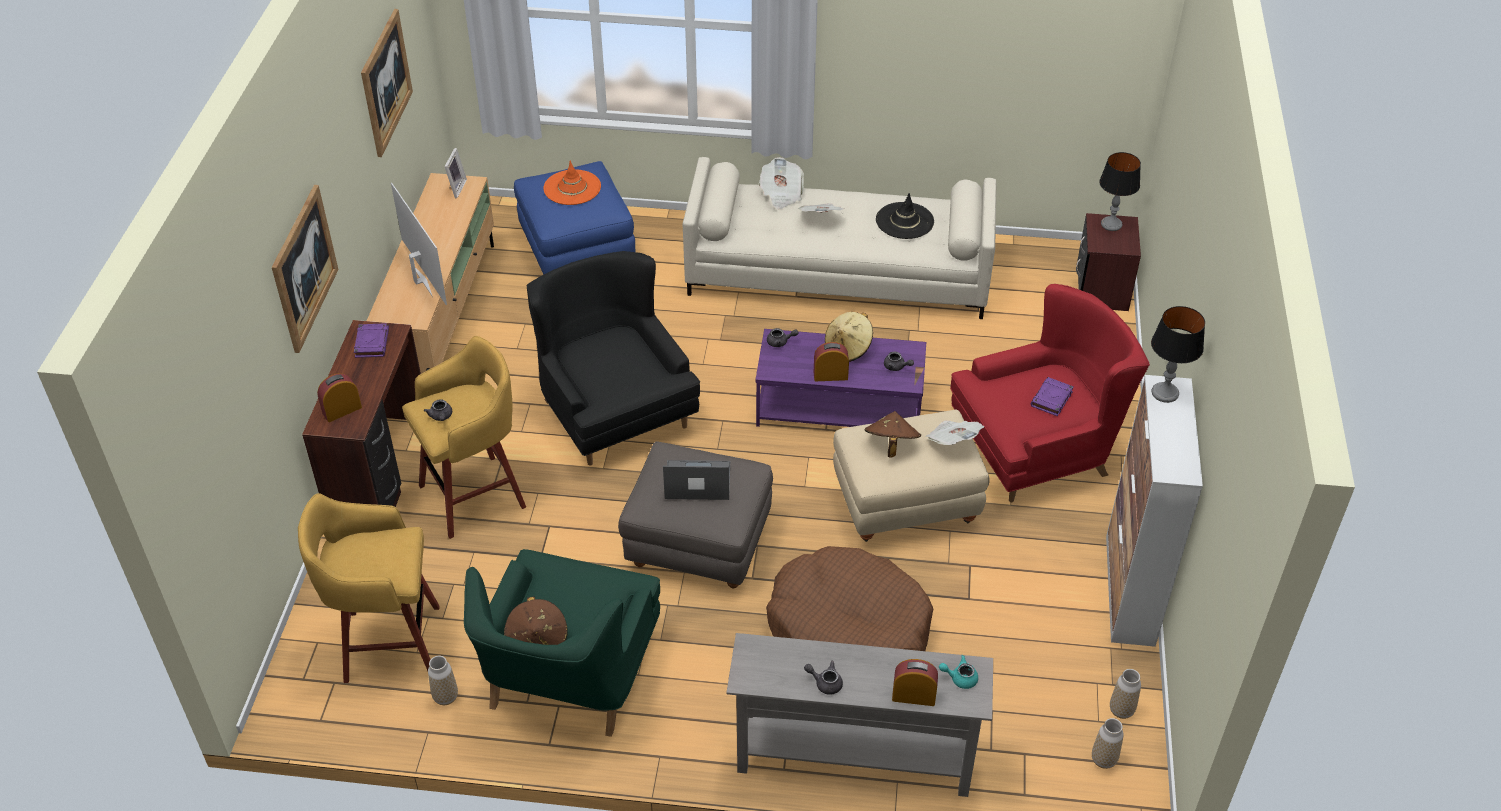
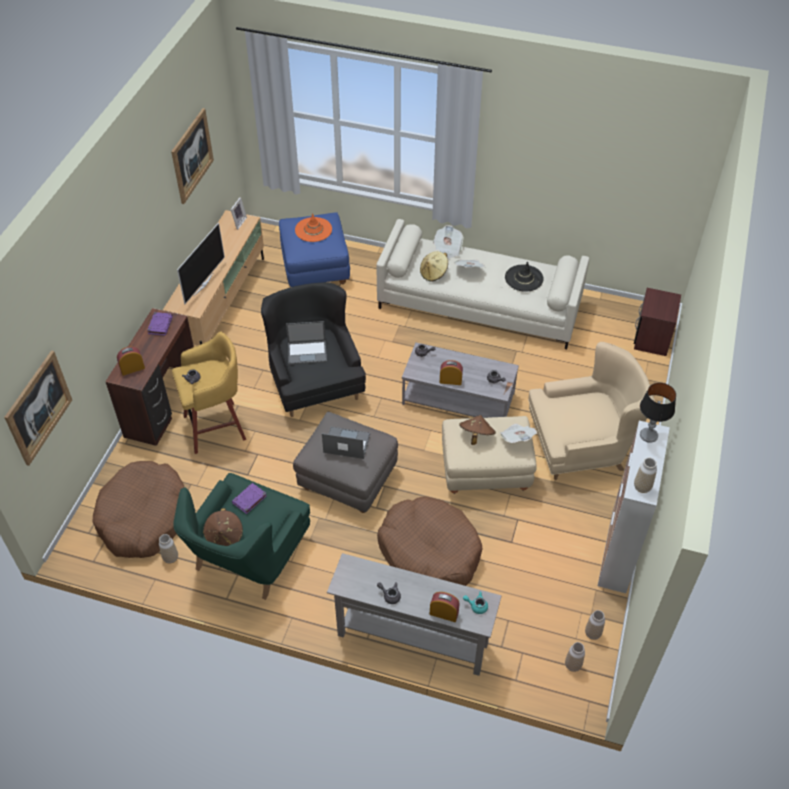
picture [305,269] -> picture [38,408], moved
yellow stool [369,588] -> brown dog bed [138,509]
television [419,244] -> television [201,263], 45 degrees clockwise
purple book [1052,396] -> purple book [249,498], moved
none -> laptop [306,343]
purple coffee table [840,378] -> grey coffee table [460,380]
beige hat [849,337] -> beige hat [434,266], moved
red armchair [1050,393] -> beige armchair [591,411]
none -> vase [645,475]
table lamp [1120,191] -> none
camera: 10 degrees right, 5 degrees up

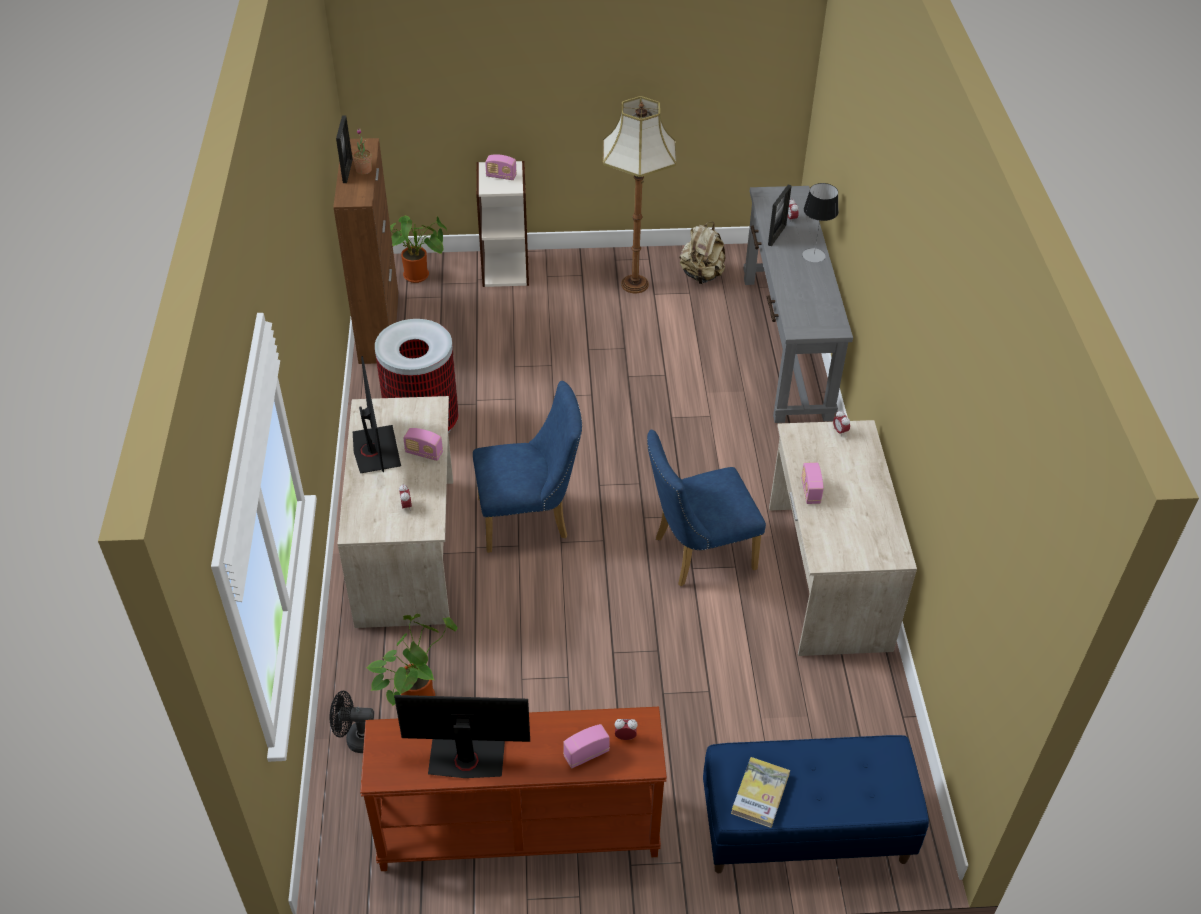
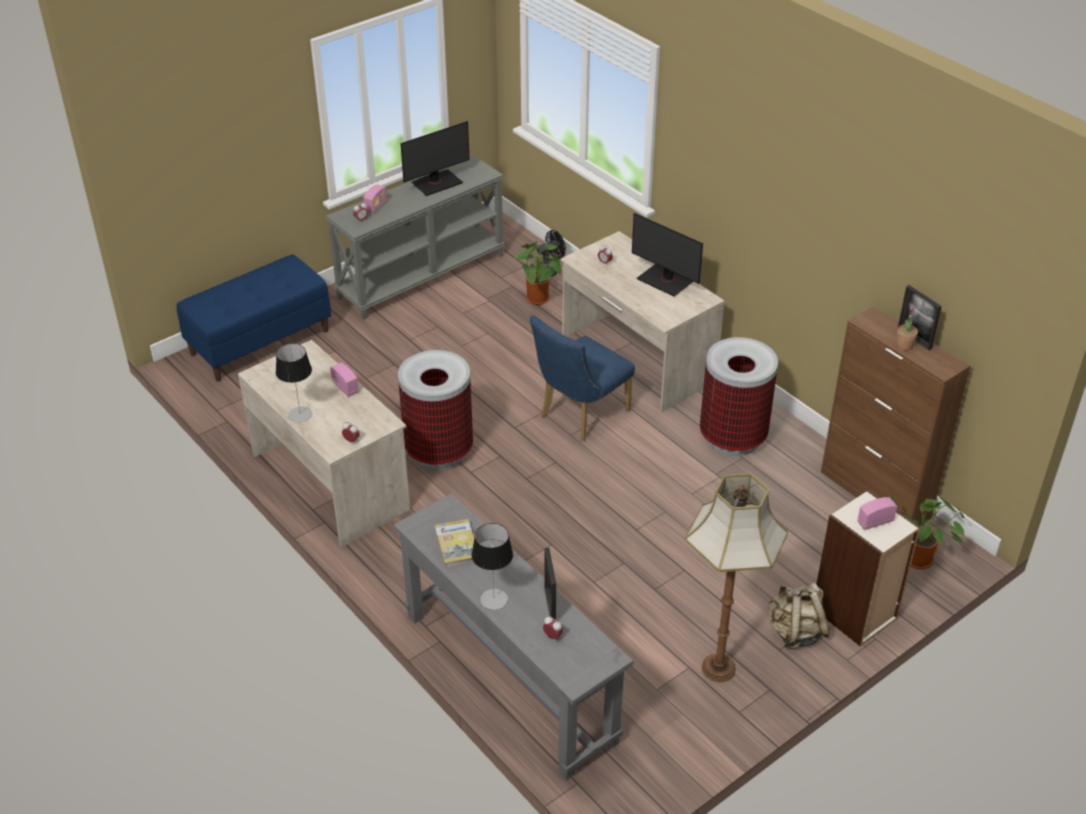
none -> table lamp [294,382]
brown console table [513,789] -> grey console table [415,237]
blue chair [706,508] -> trash can [435,410]
book [760,792] -> book [454,543], moved
beige backpack [702,253] -> beige backpack [799,616], moved
radio [423,444] -> none
camera: 145 degrees right, 5 degrees down

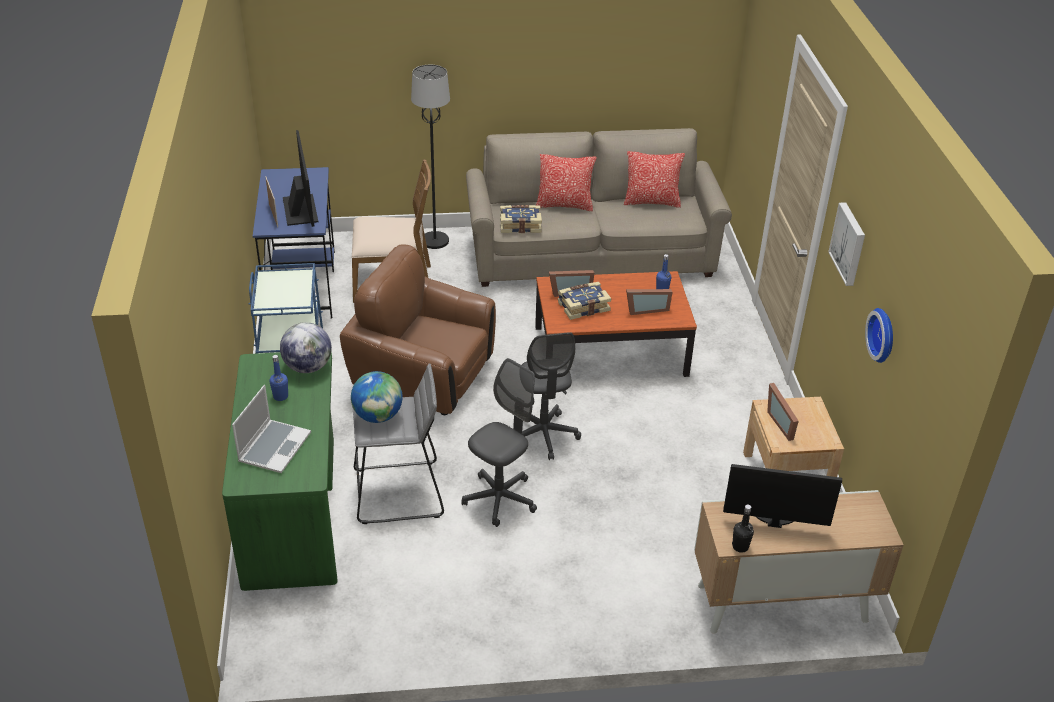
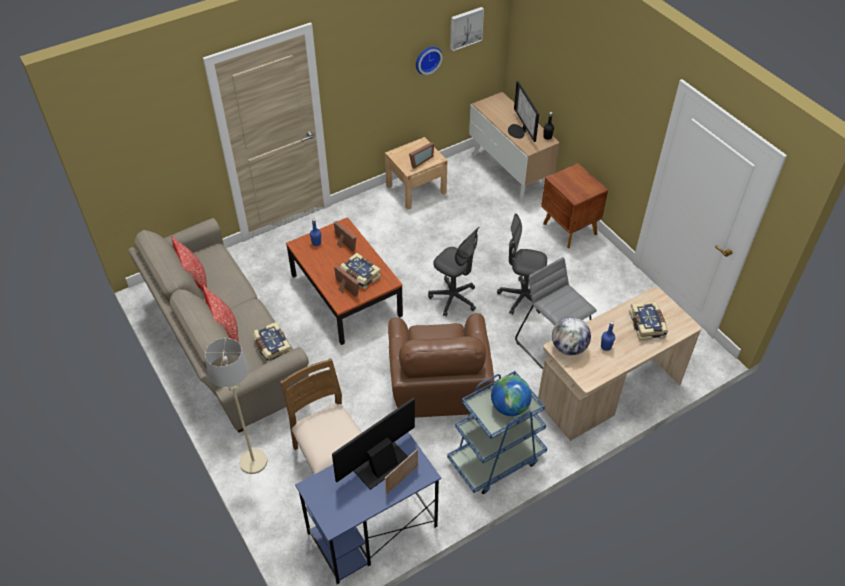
black floor lamp [430,157] -> beige floor lamp [236,406]
grey office chair [551,396] -> grey office chair [453,272], 75 degrees clockwise
picture [846,244] -> picture [467,29], moved
globe [377,397] -> globe [511,395], moved
green desk [280,471] -> beige desk [620,363]
none -> brown nightstand [574,205]
laptop [271,429] -> book [648,321]
camera: 115 degrees left, 10 degrees up

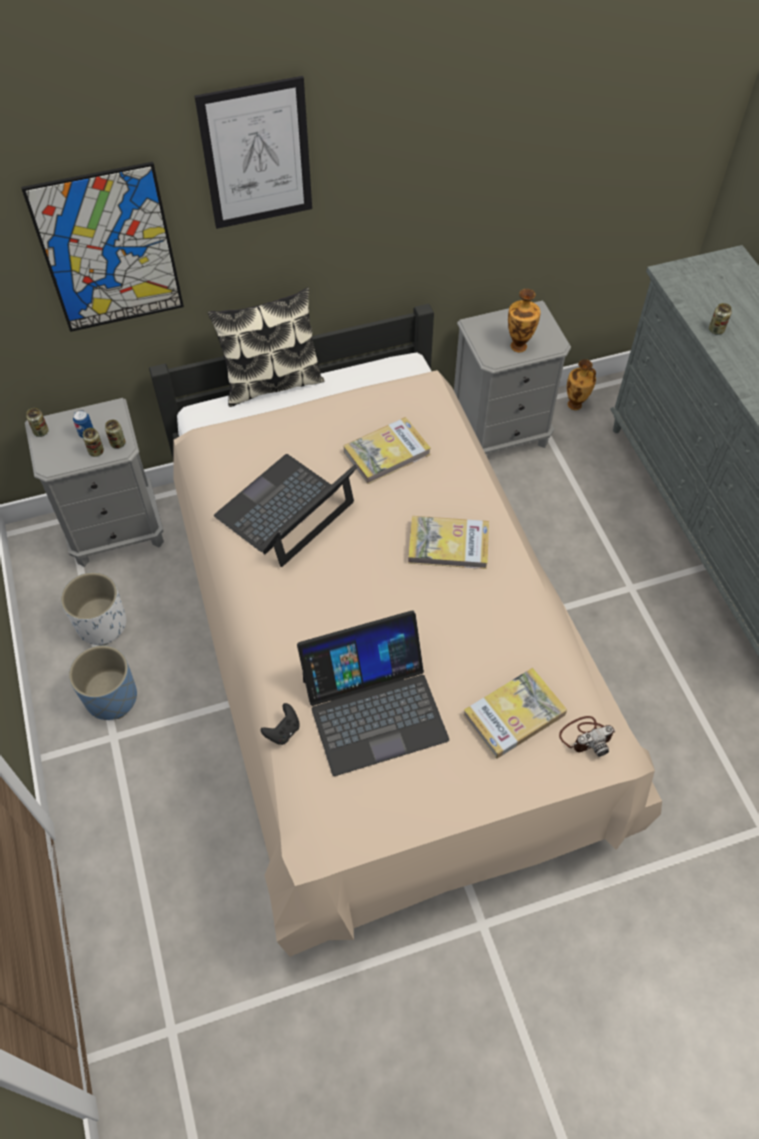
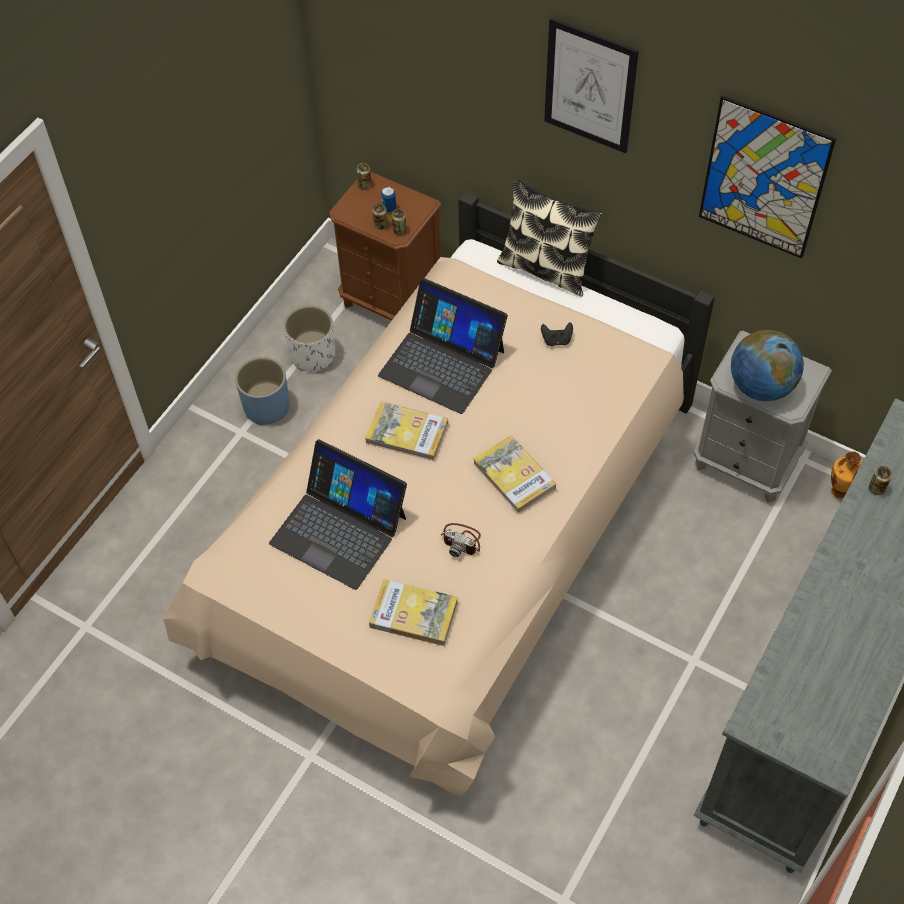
grey nightstand [94,482] -> brown nightstand [385,246]
book [387,450] -> book [406,431], moved
laptop [285,510] -> laptop [443,346], 150 degrees counterclockwise
photo camera [587,736] -> photo camera [461,540], moved
black game controller [280,724] -> black game controller [557,334], moved
picture [102,247] -> picture [767,176], moved
vase [524,320] -> globe [767,365]
camera: 50 degrees right, 0 degrees up

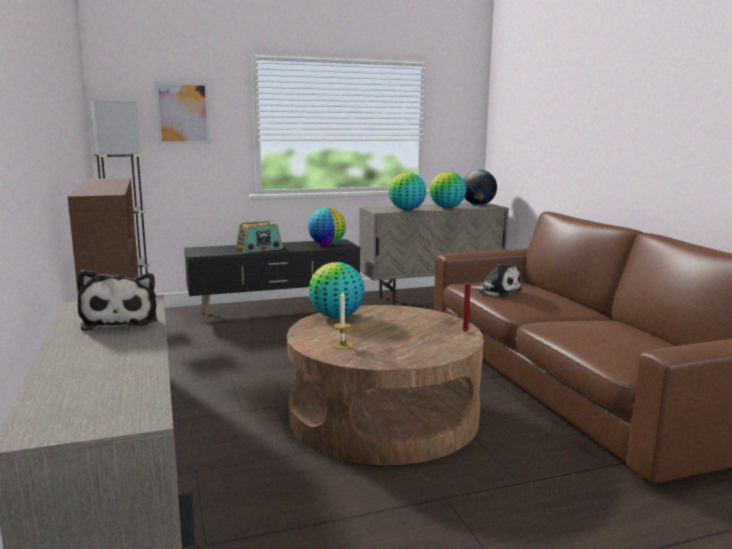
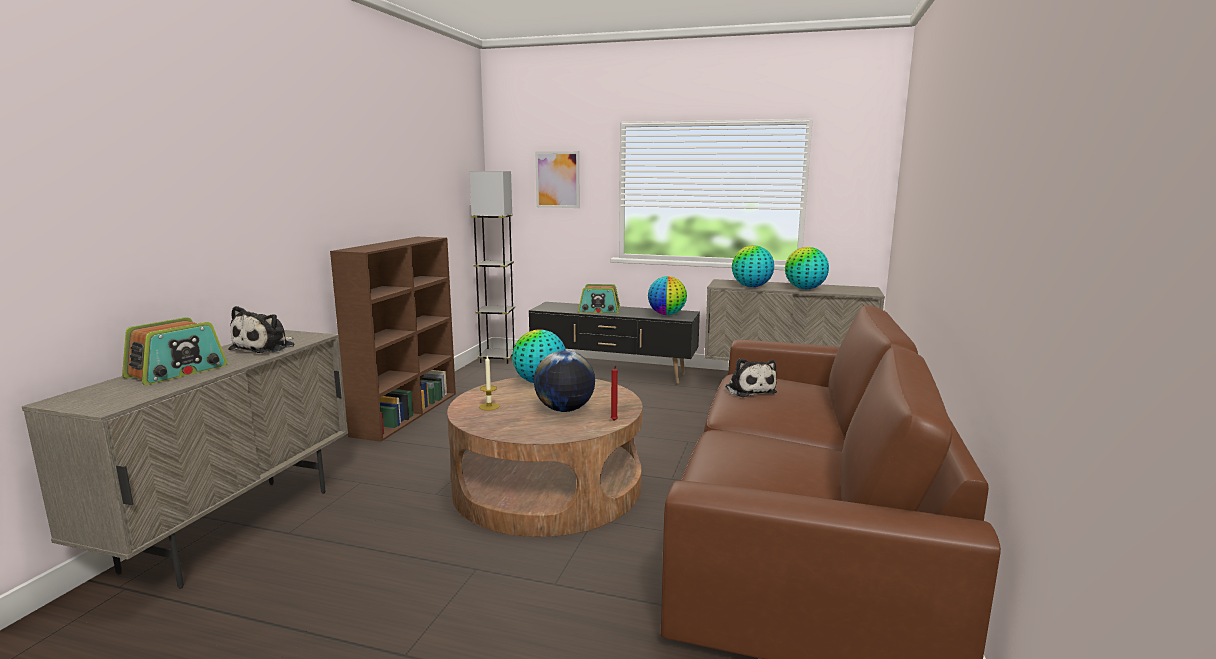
none -> radio [174,351]
globe [480,187] -> globe [564,381], moved
camera: 35 degrees right, 0 degrees up

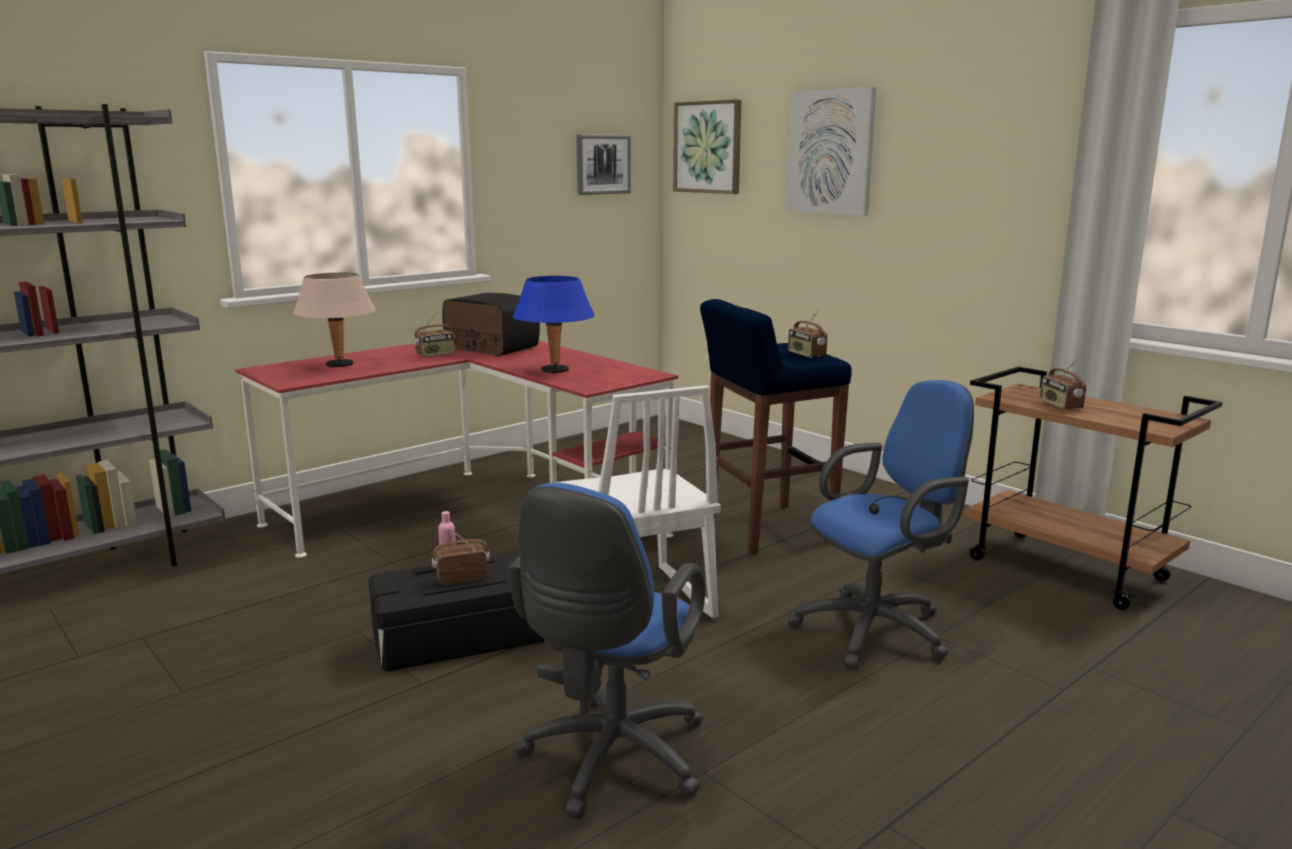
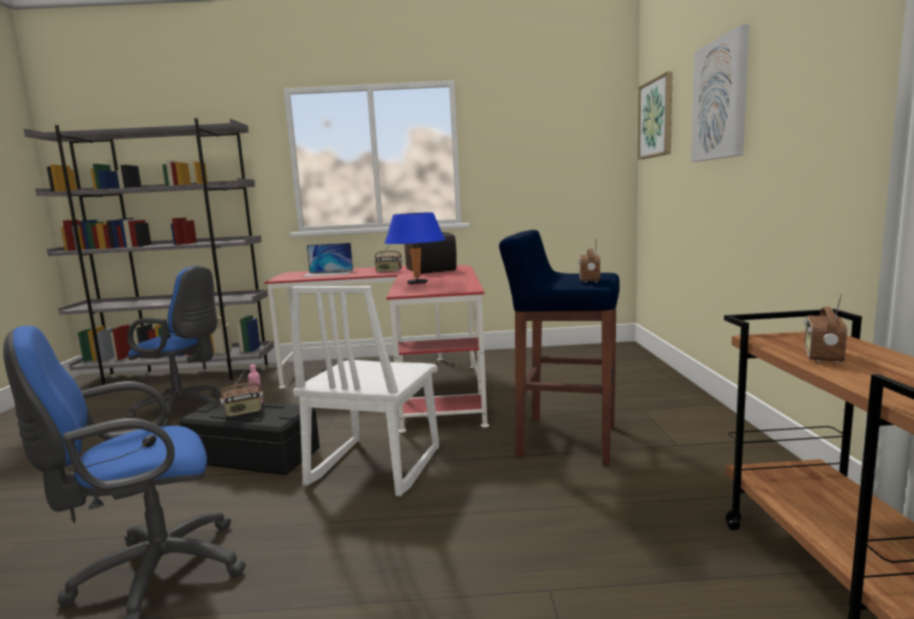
blue office chair [881,525] -> blue office chair [173,346], moved
radio [461,557] -> radio [241,394], 135 degrees clockwise
beige table lamp [334,320] -> laptop [327,260]
picture [604,164] -> none
camera: 40 degrees right, 5 degrees down

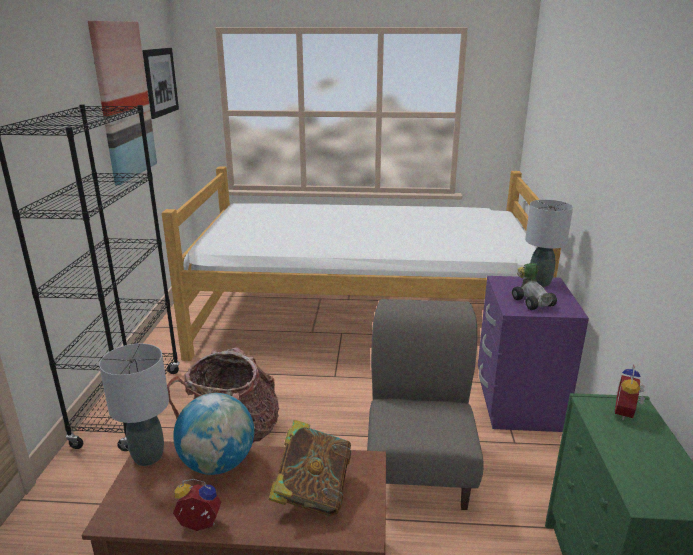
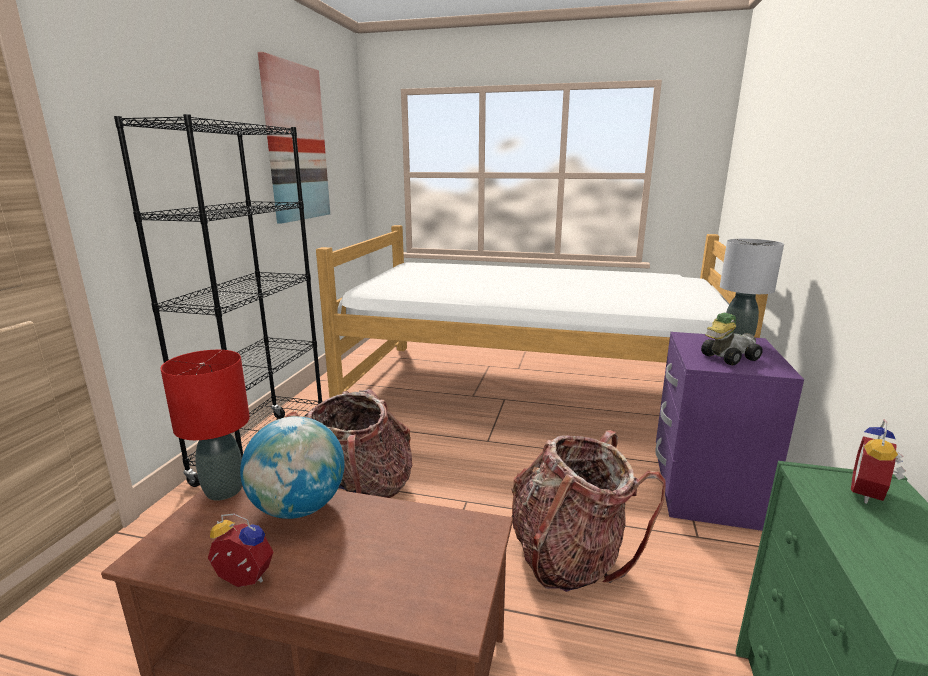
grey table lamp [134,404] -> red table lamp [205,425]
grey chair [425,404] -> backpack [588,511]
toy car [534,286] -> toy car [732,339], 105 degrees counterclockwise
picture [160,83] -> none
book [309,468] -> none
camera: 10 degrees right, 5 degrees down

